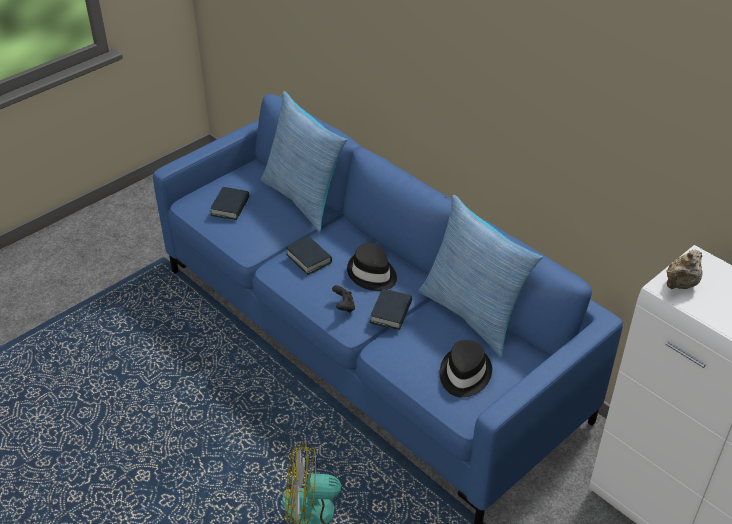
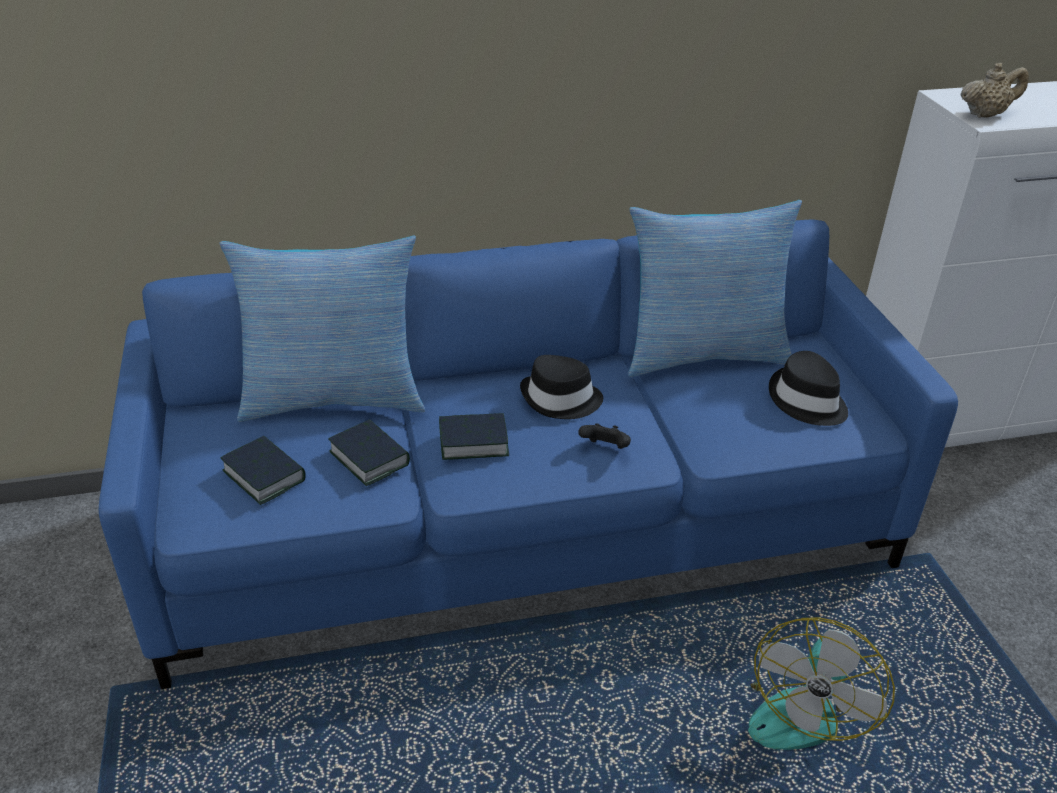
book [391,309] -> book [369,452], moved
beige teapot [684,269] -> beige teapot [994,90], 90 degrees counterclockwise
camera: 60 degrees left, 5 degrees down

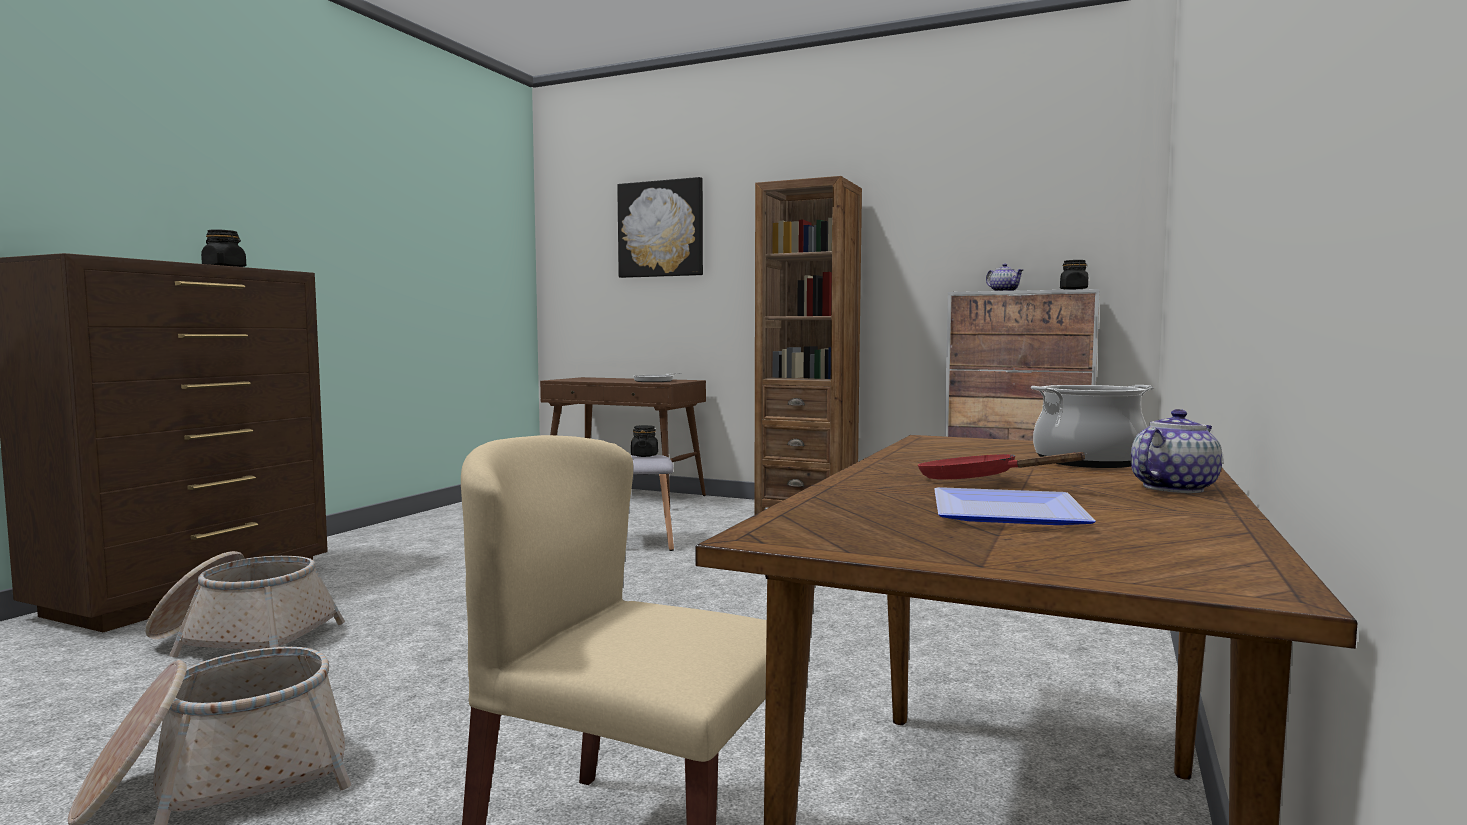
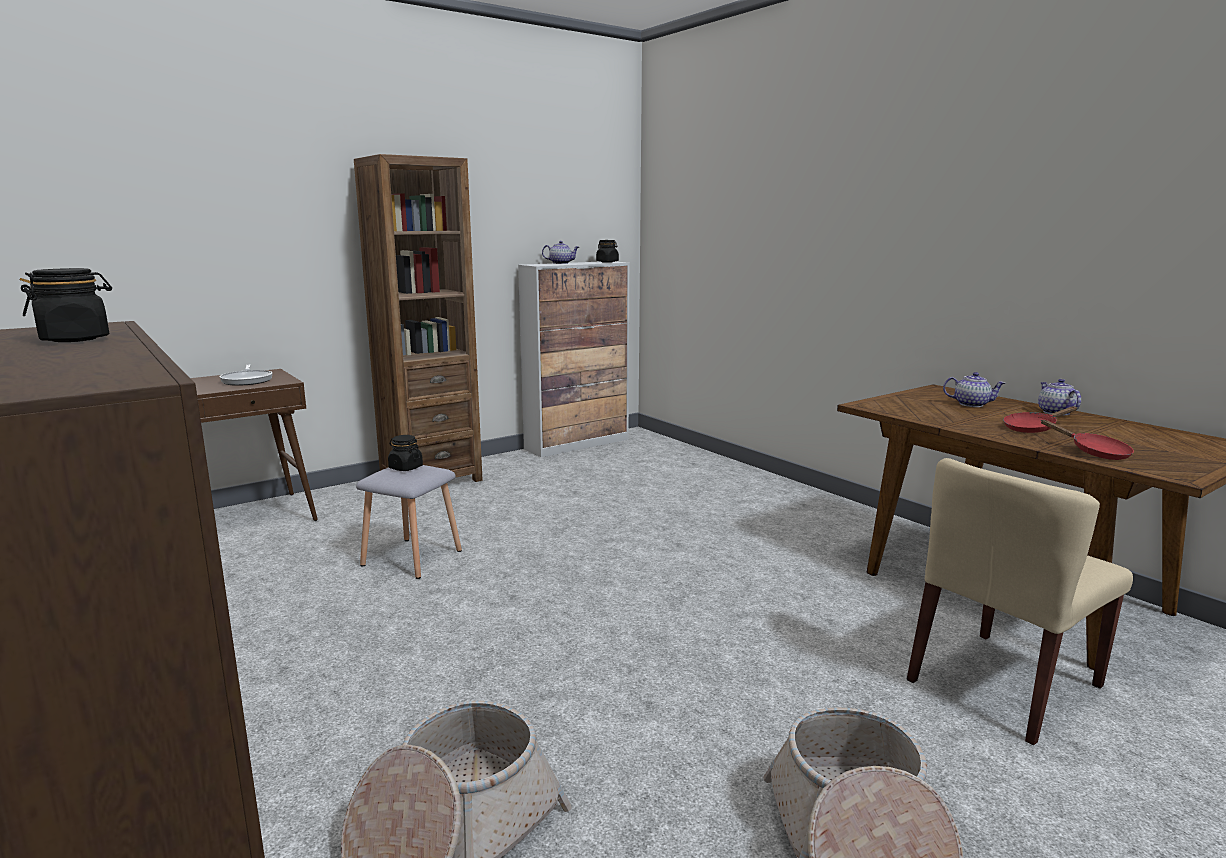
cooking pot [1092,426] -> teapot [974,389]
none -> red frying pan [1087,440]
picture [660,227] -> none
plate [1015,506] -> none
camera: 60 degrees left, 10 degrees up

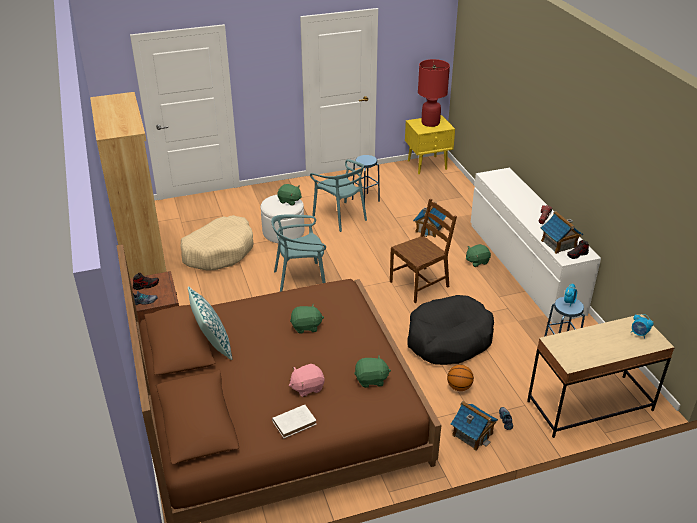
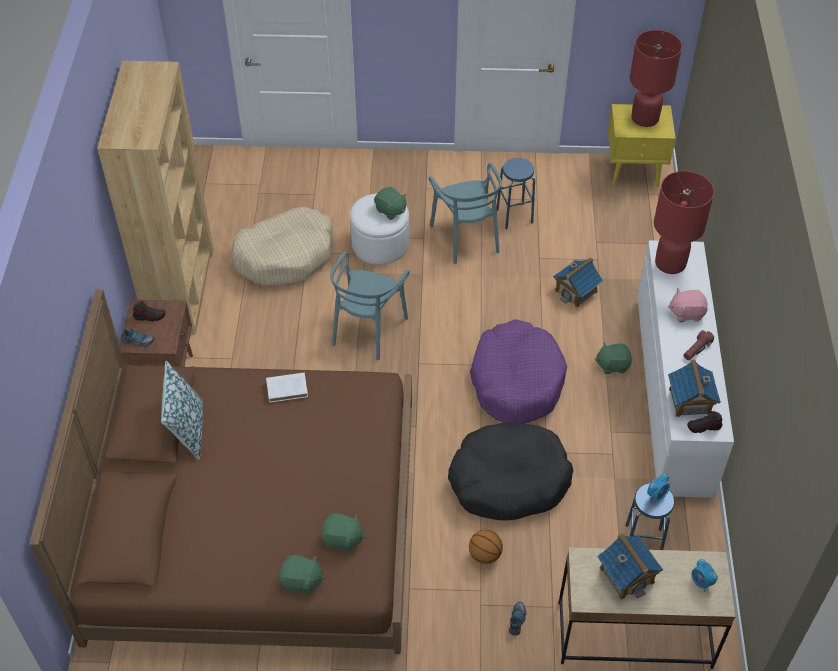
white book [294,421] -> white book [287,387], moved
green plush toy [307,319] -> green plush toy [302,574], moved
turquoise chair [298,253] -> turquoise chair [370,305], 75 degrees counterclockwise
brown chair [423,251] -> purple dog bed [518,371]
toy house [474,426] -> toy house [630,566], moved
none -> red table lamp [684,222]
pink plush toy [307,380] -> pink plush toy [688,305], moved
camera: 20 degrees right, 15 degrees up

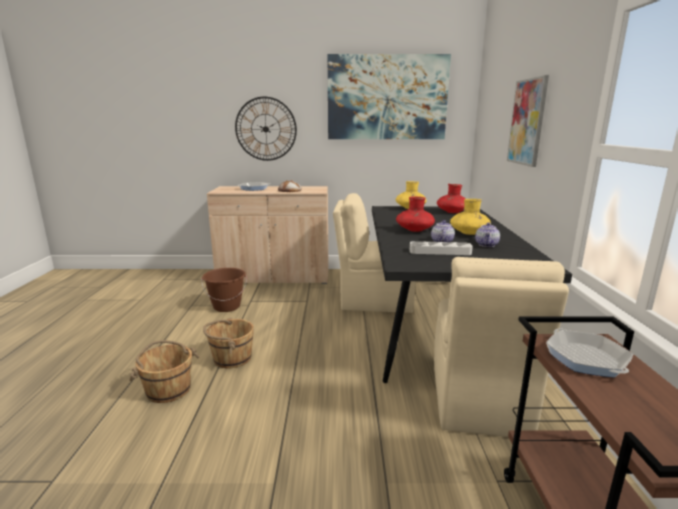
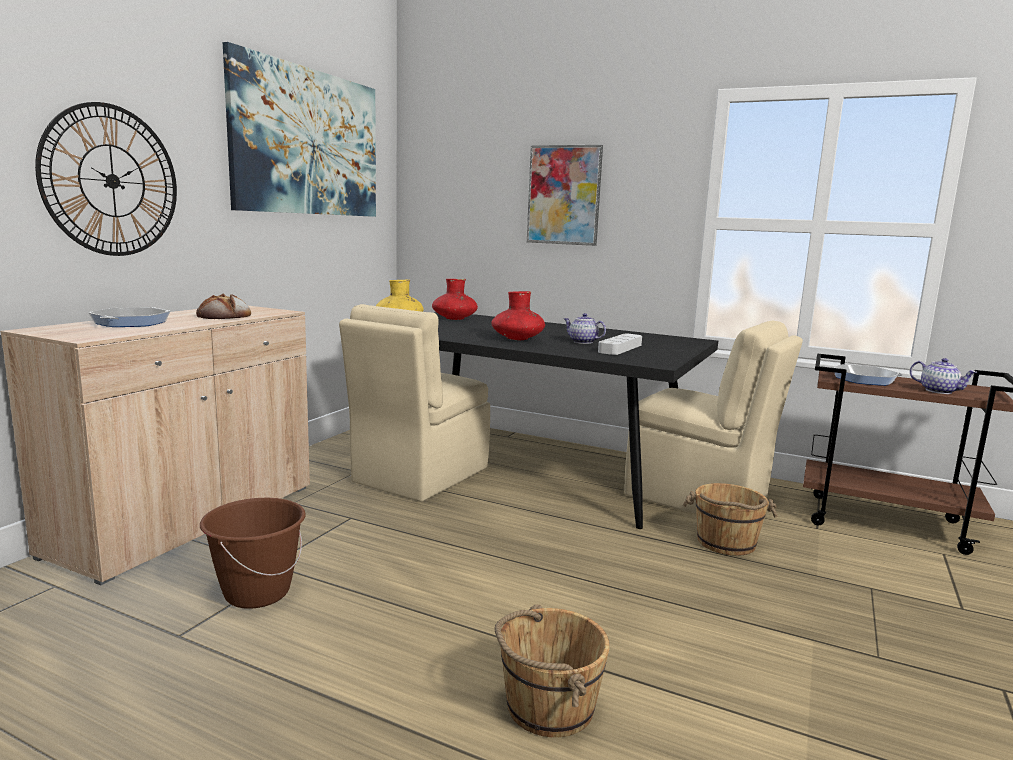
brown bucket [228,343] -> brown bucket [730,519], moved
teapot [487,235] -> teapot [943,376], moved
yellow vase [470,217] -> none
camera: 65 degrees left, 5 degrees down

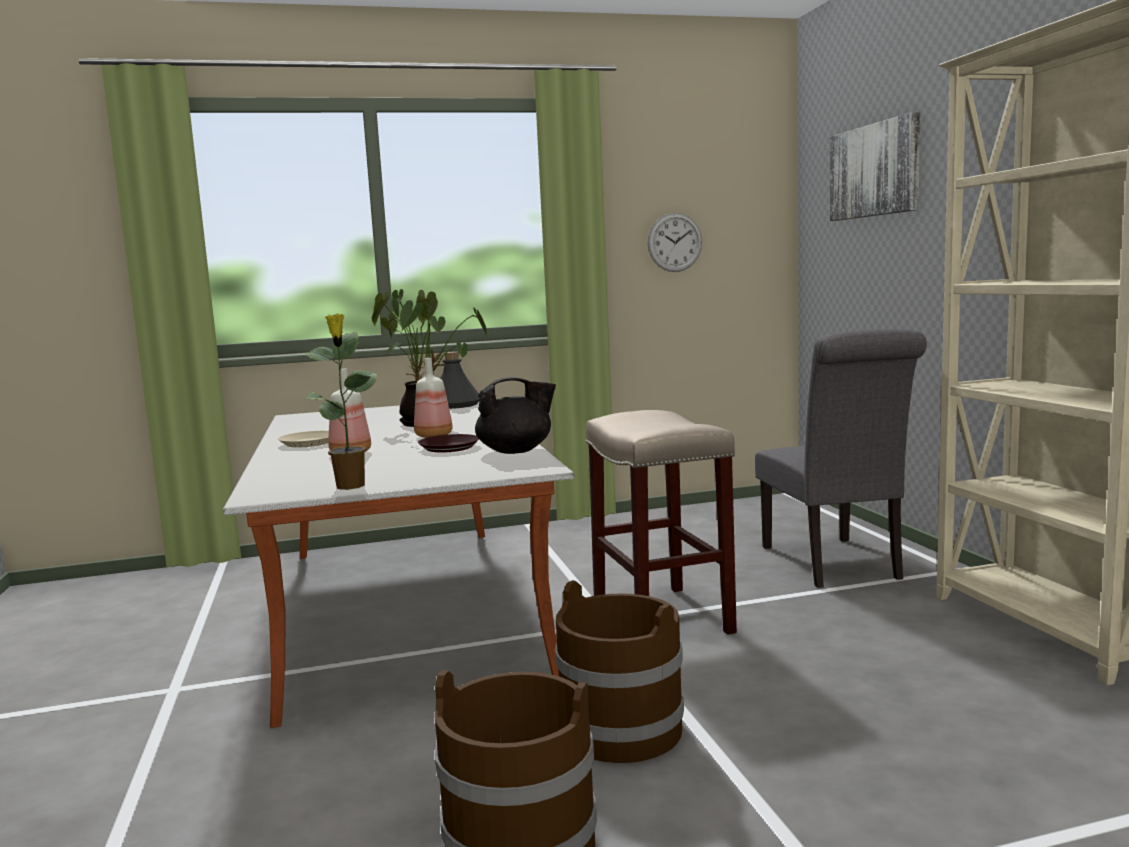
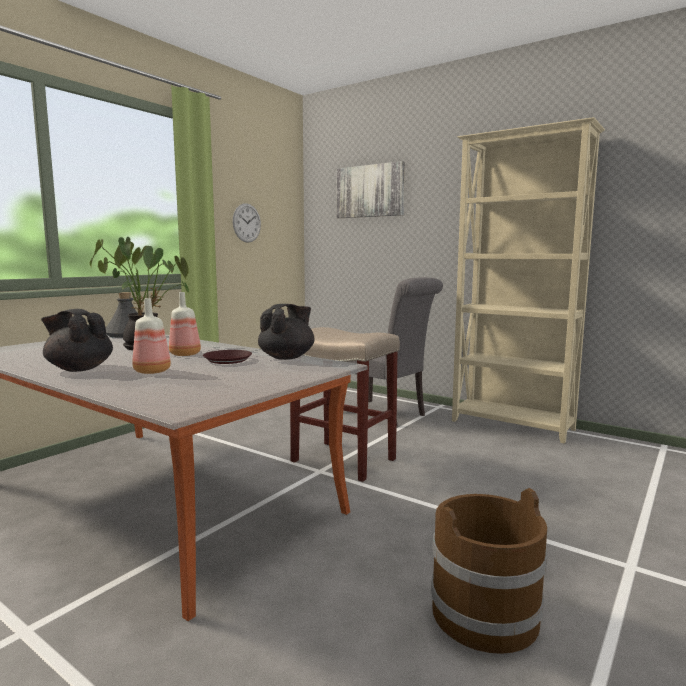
beige plate [303,439] -> black teapot [77,340]
potted plant [341,402] -> none
brown bucket [619,671] -> none
camera: 40 degrees left, 0 degrees up

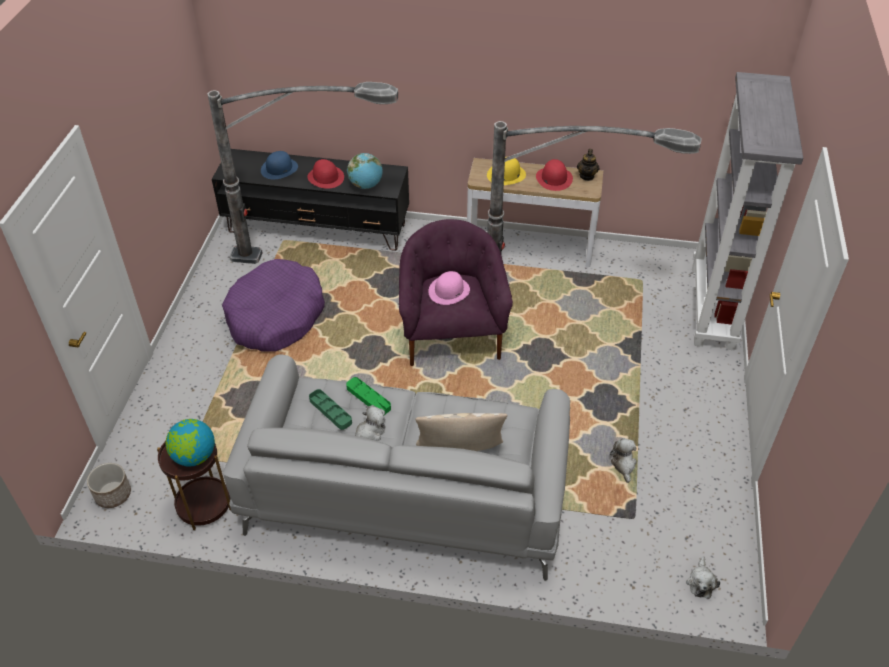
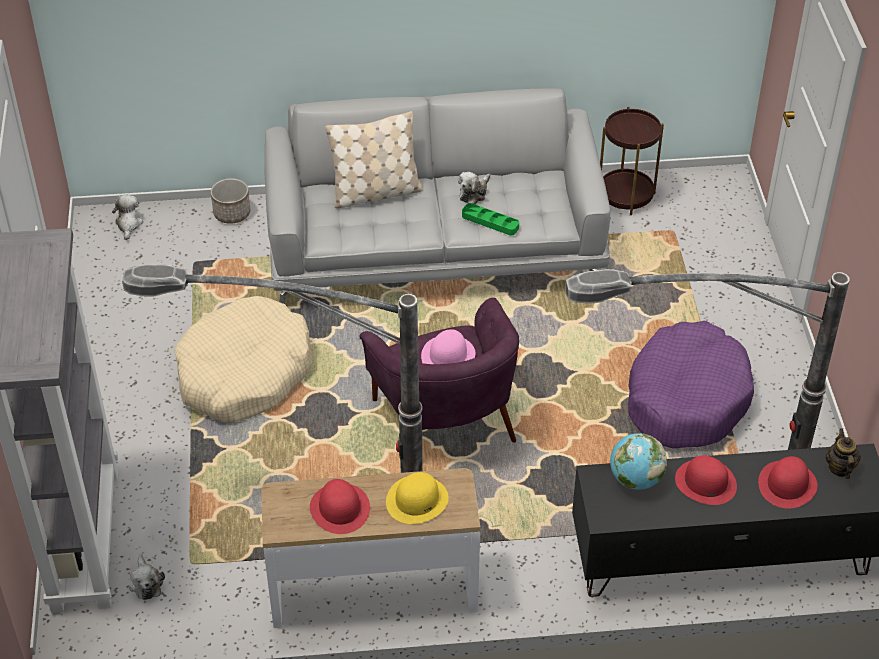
plush toy [623,460] -> plush toy [147,577], moved
none -> beige dog bed [243,359]
planter [109,485] -> planter [230,201], moved
blue hat [279,165] -> red hat [788,482]
teapot [588,165] -> teapot [843,453], moved
globe [190,442] -> none
green tray [330,409] -> none
camera: 165 degrees right, 0 degrees up

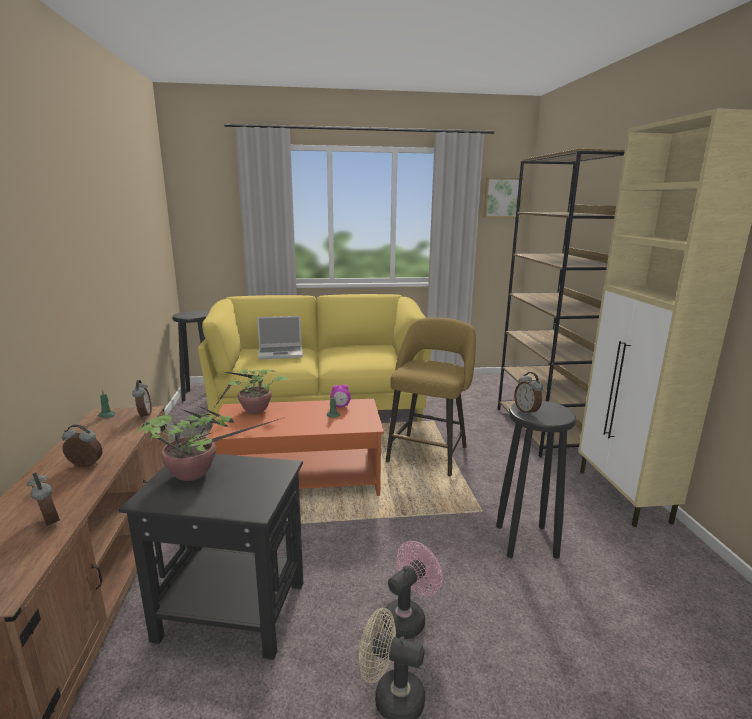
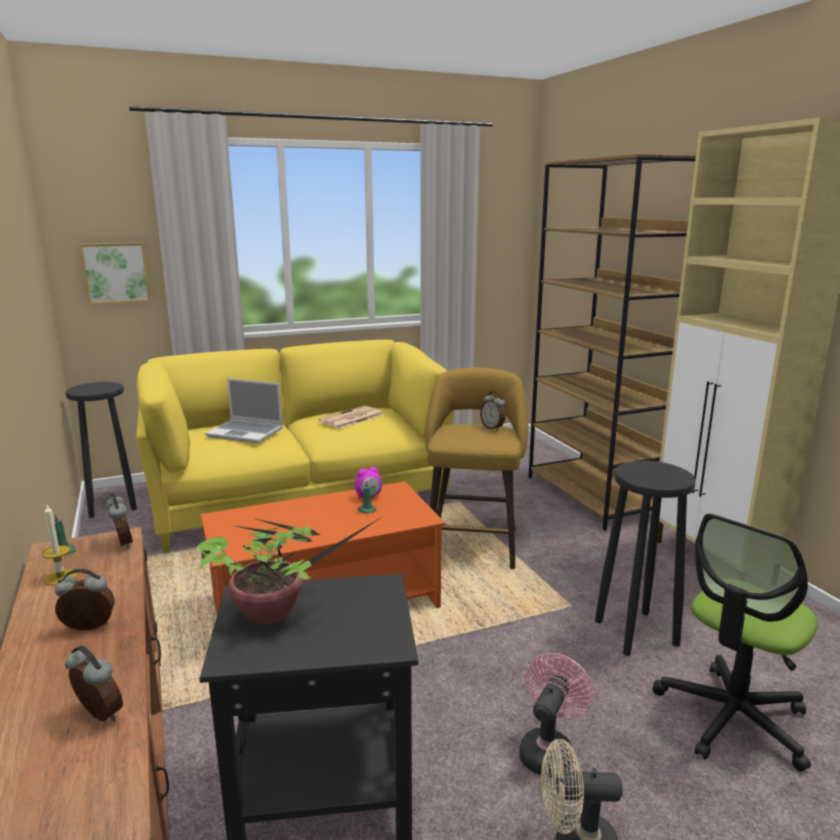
none -> candle [59,545]
picture [504,198] -> picture [115,273], moved
laptop [280,337] -> laptop [244,410], 45 degrees clockwise
none -> newspaper [350,417]
alarm clock [528,394] -> alarm clock [493,411], moved
none -> office chair [735,642]
potted plant [251,391] -> none
camera: 15 degrees left, 0 degrees up

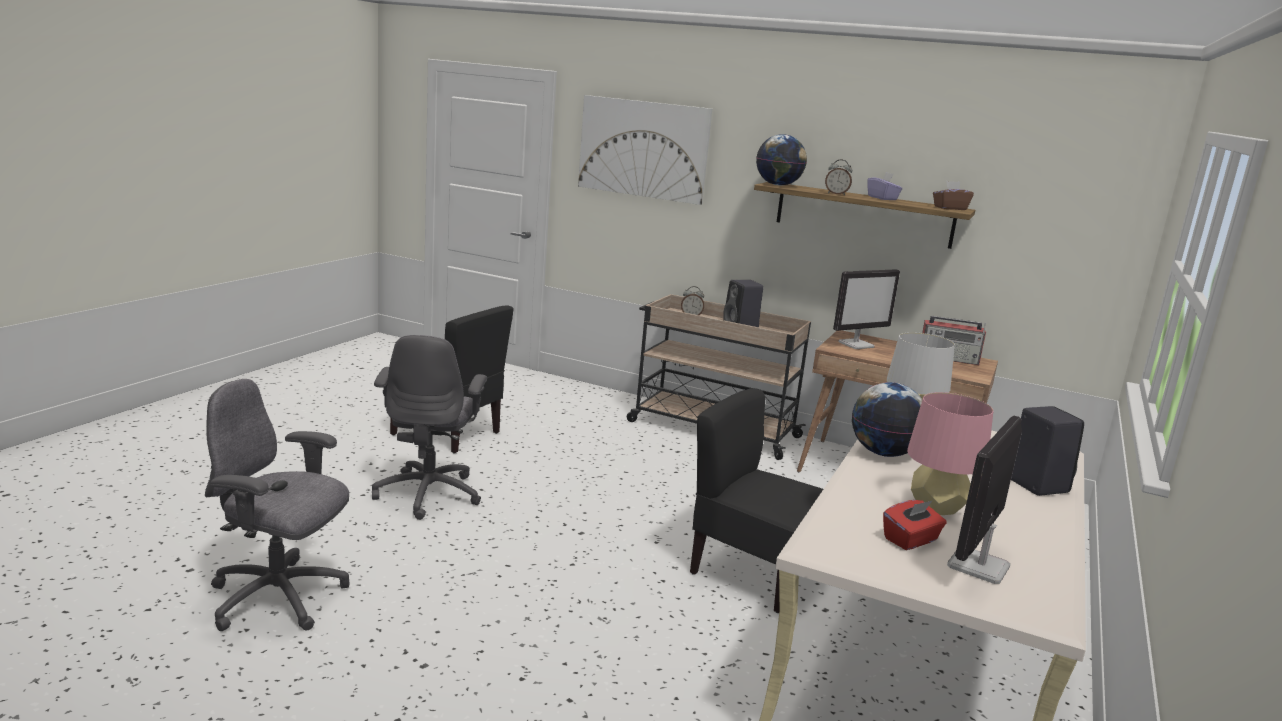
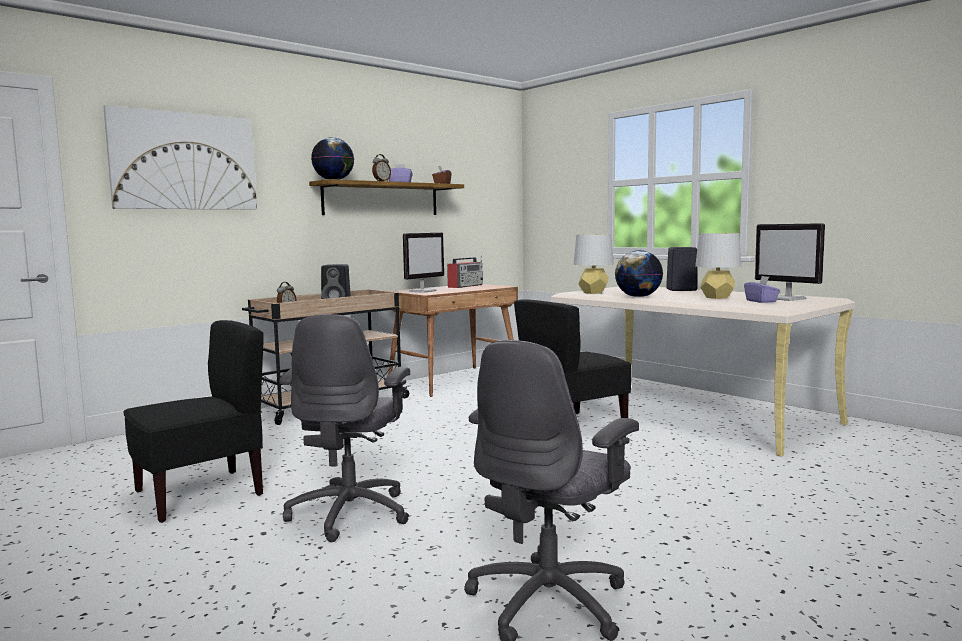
grey office chair [429,427] -> grey office chair [344,428], 75 degrees clockwise
monitor [866,309] -> monitor [423,263], 45 degrees clockwise
pink table lamp [950,453] -> grey table lamp [718,266]
red tissue box [915,525] -> purple tissue box [762,289]
camera: 65 degrees left, 10 degrees down

